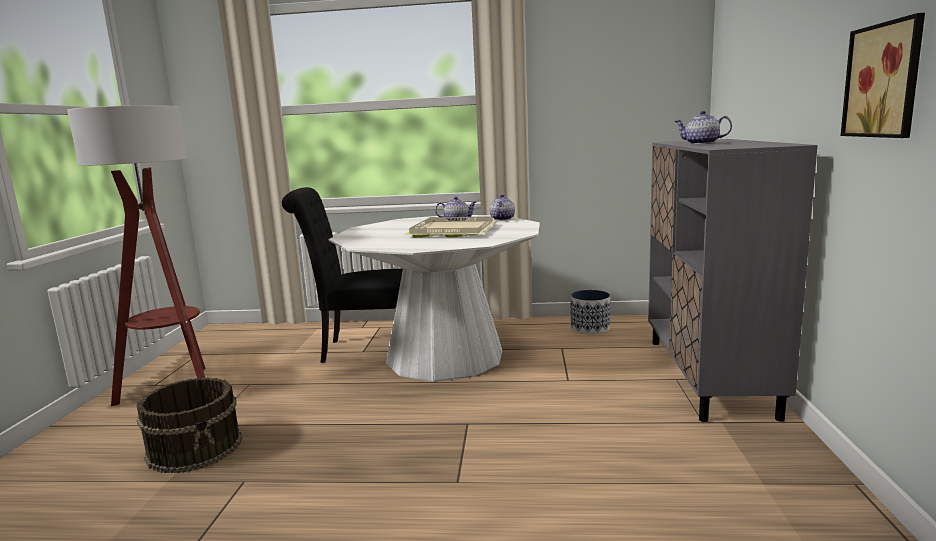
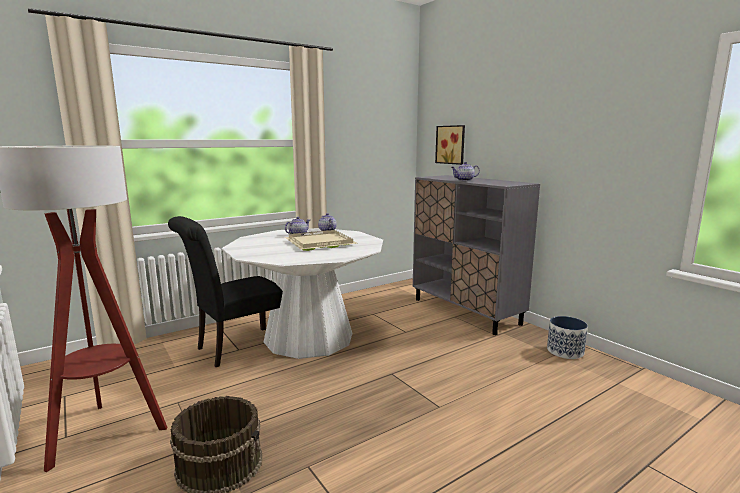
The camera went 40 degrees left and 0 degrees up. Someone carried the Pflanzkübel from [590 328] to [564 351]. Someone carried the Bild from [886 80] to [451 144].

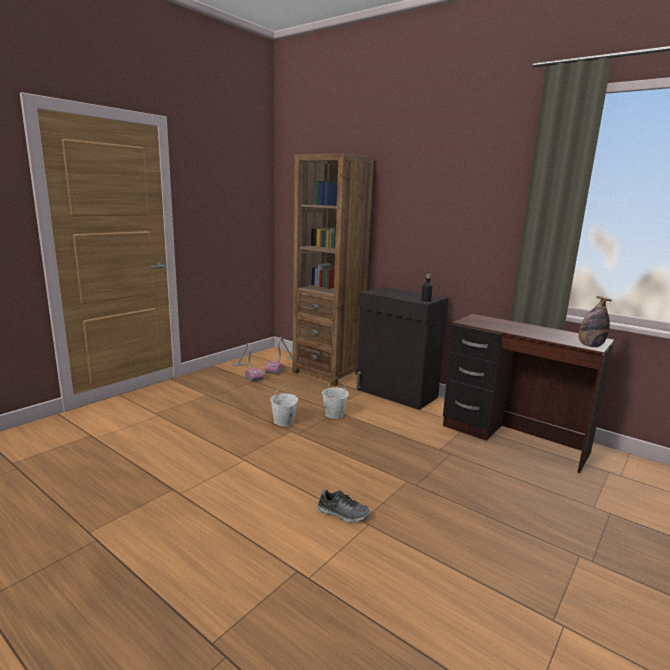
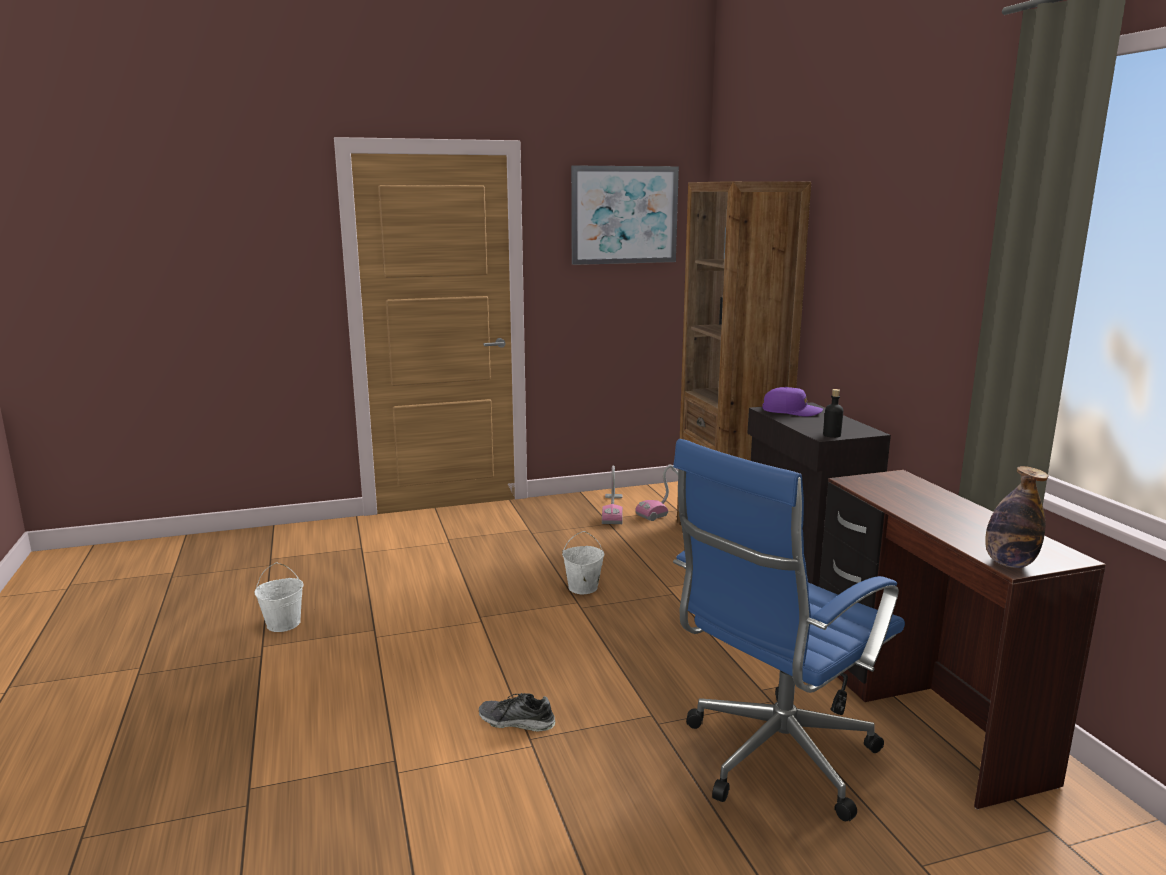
The camera went 35 degrees right and 0 degrees up. Someone put up the Bild at [624 215]. Someone put down the Bürostuhl (blau) at [774 760]. Someone put down the Kappe (lila) at [791 411]. Someone carried the Eimer (weiß) from [334 414] to [284 623]. Someone rotated the Schuh at [342 514] by 135 degrees clockwise.

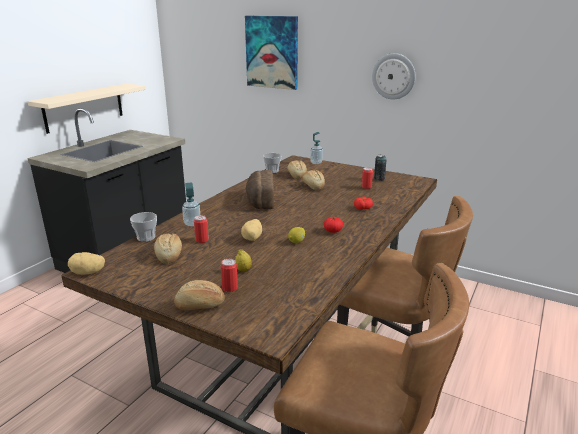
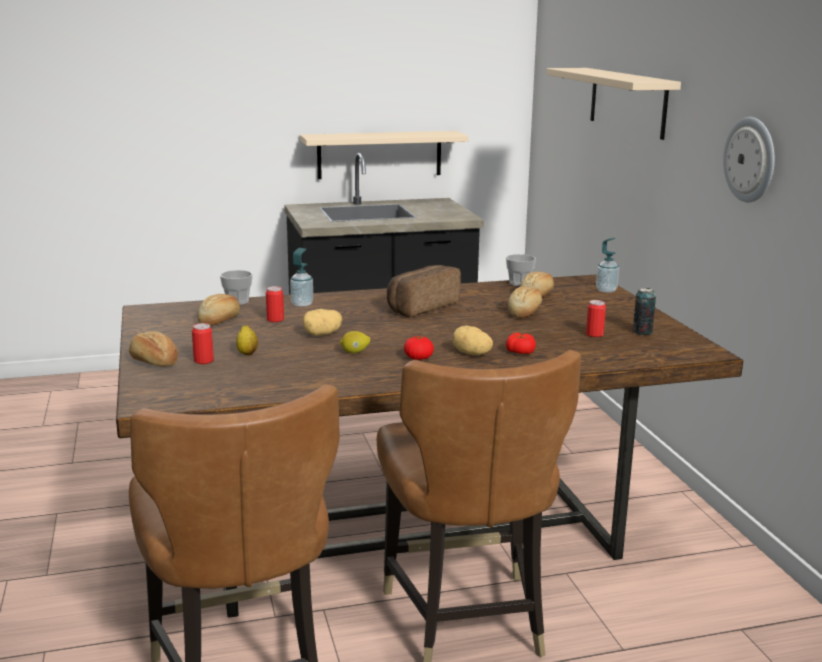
The camera went 45 degrees right and 5 degrees down. Someone carried the Kartoffel from [88 273] to [471 354]. Someone swapped the Bild at [272 52] for the Wandregal (beige) at [627 102].

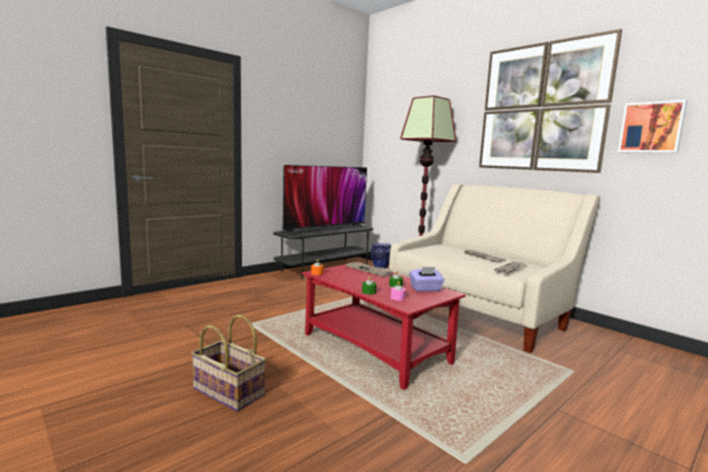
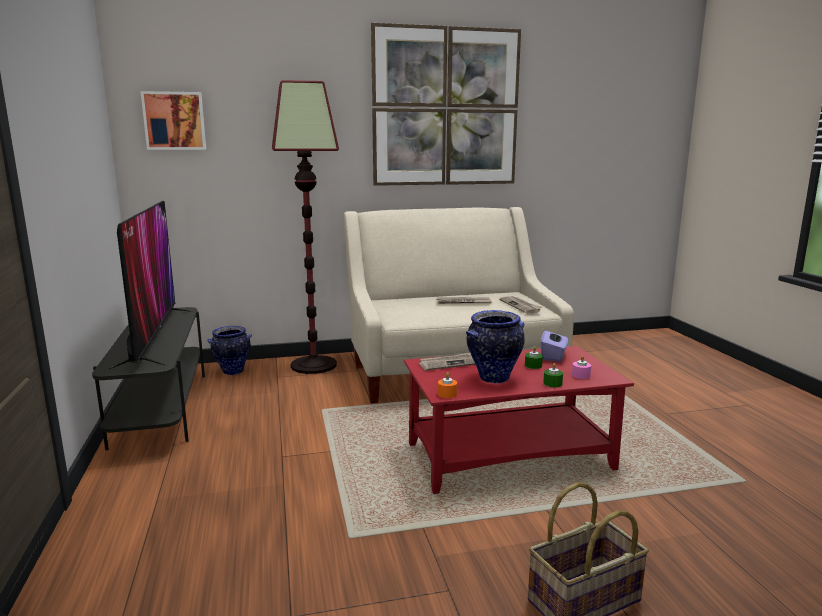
The camera went 60 degrees left and 5 degrees up. Someone put down the Vase at [493 379]. Someone carried the Bild from [651 127] to [174 121].

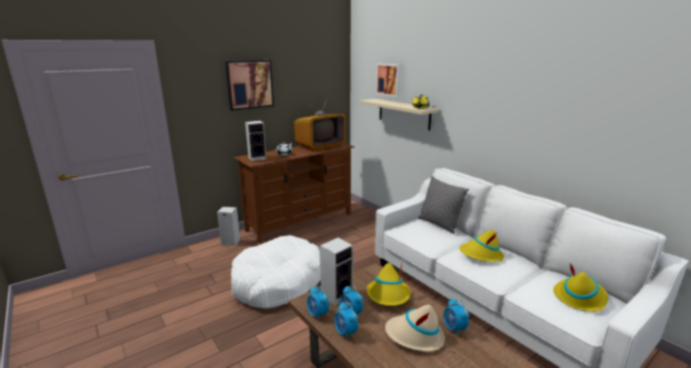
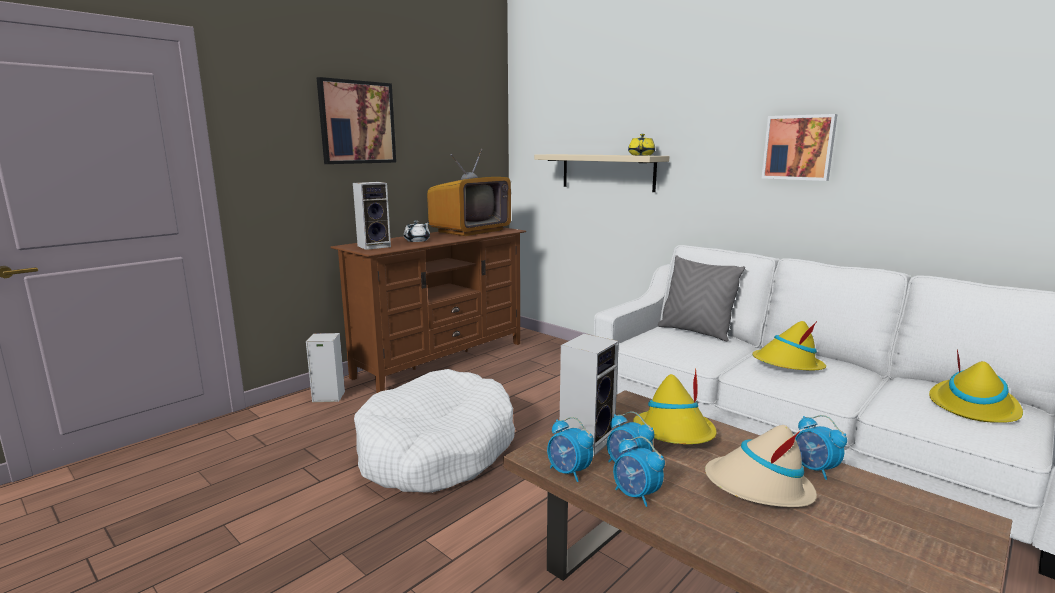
The camera went 10 degrees left and 5 degrees down. Someone carried the Bild from [389 79] to [799 147].

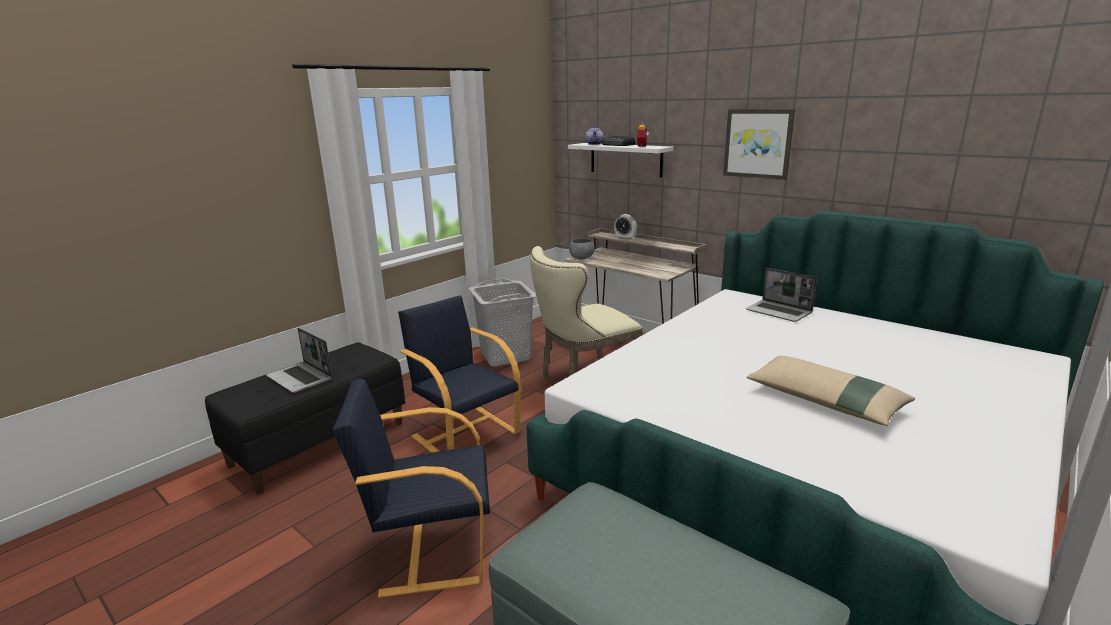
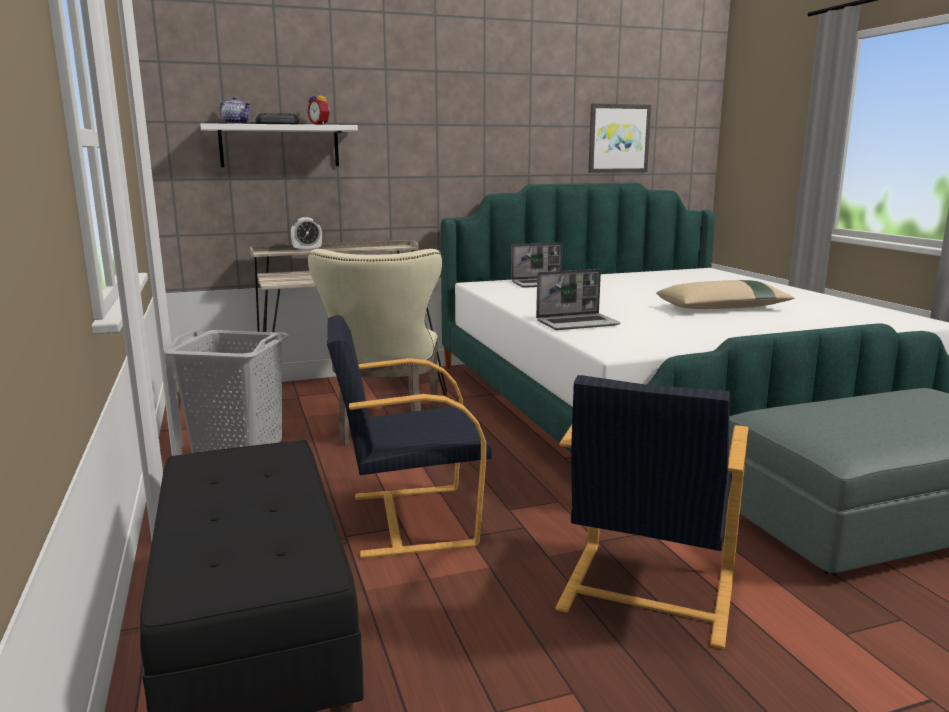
The camera went 60 degrees left and 5 degrees down. Someone took away the Schüssel (grau) at [581 258]. Someone carried the Laptop from [301 378] to [578 323]. Someone carried the Bild from [758 143] to [618 138].

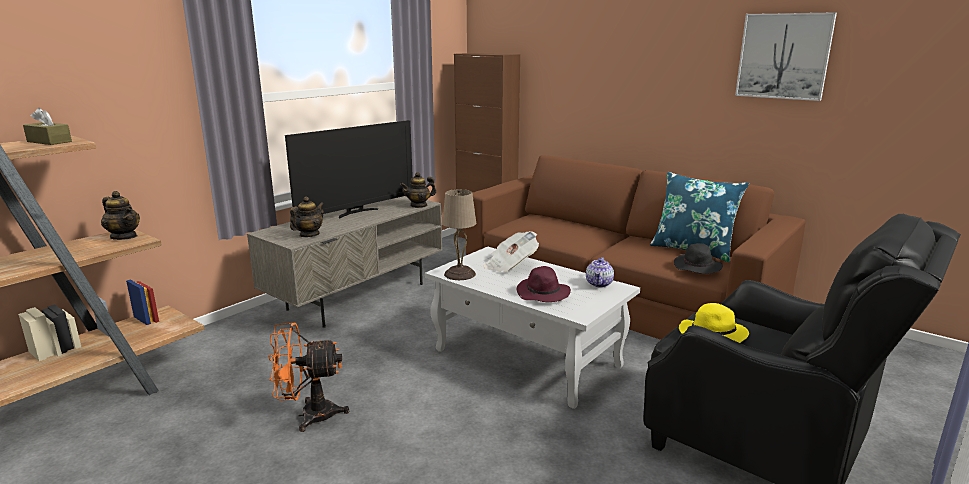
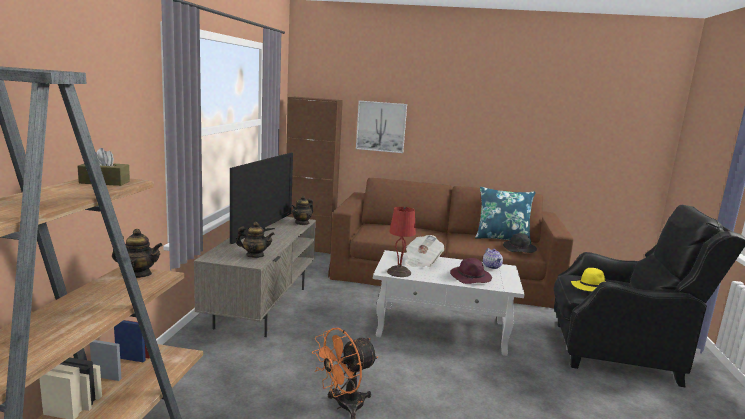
The camera went 30 degrees left and 5 degrees down. Someone carried the Bild from [783 56] to [381 126]. Someone repainted the Tischlampe (beige) at [460 274], which became the Tischlampe (rot) at [399 272]. Someone rotated the Teekanne at [309 235] by 90 degrees clockwise.

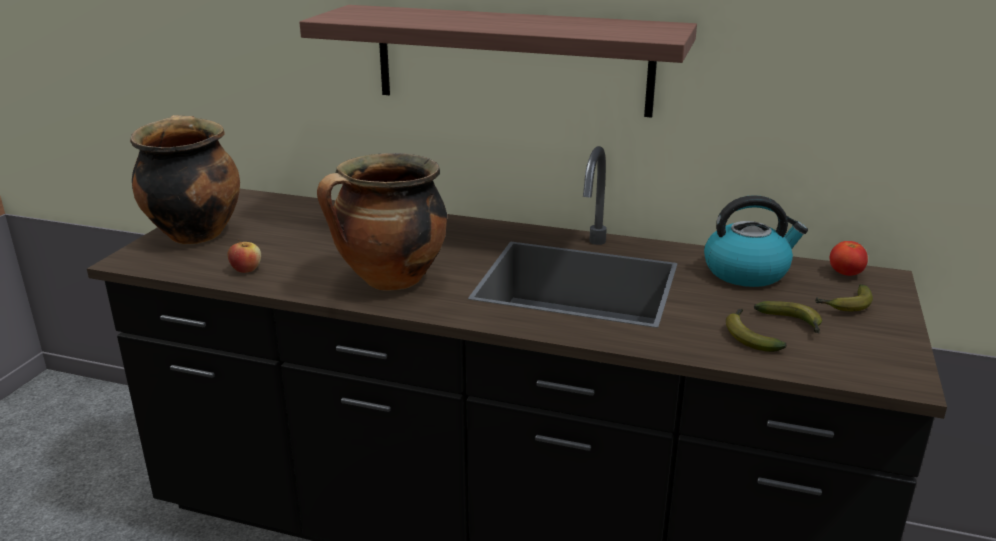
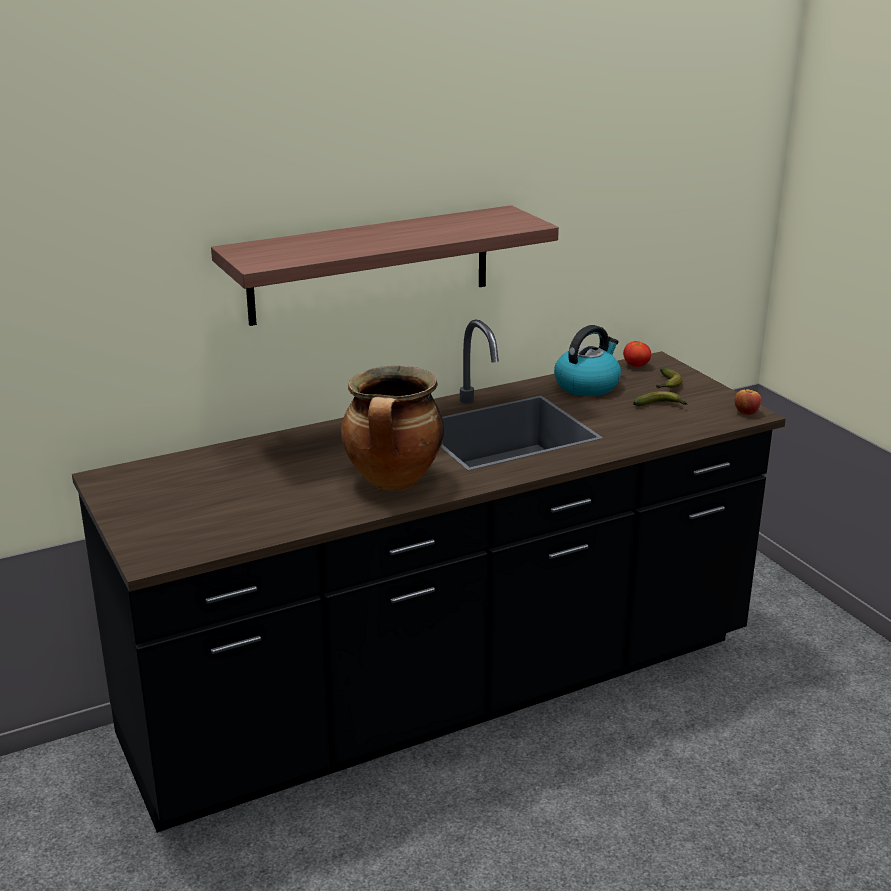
The camera went 45 degrees left and 0 degrees up. Someone took away the Kochtopf at [194 233]. Someone took away the Banane at [749 336]. Someone carried the Apfel from [246 269] to [746 412].

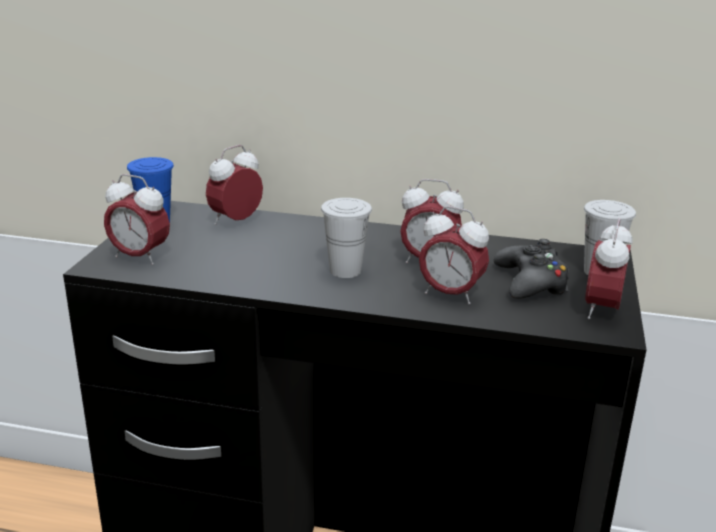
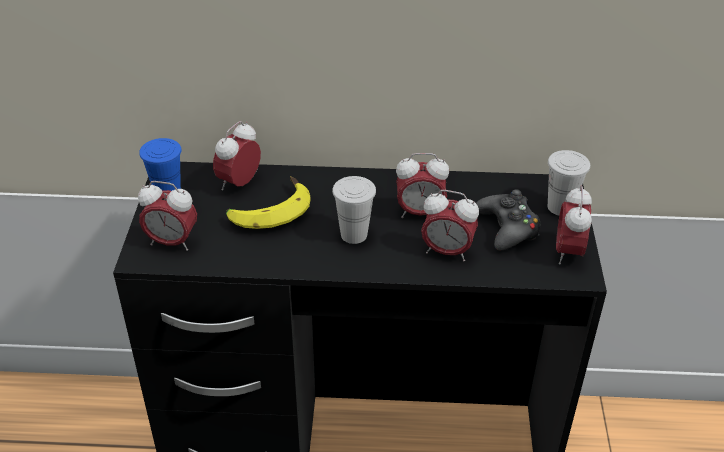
The camera went 10 degrees left and 15 degrees up. Someone put down the Banane at [268 210].

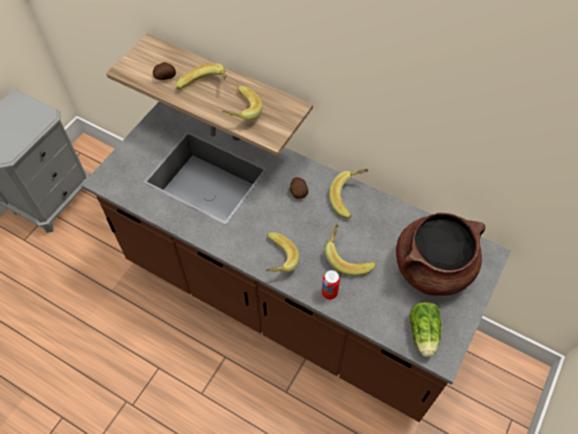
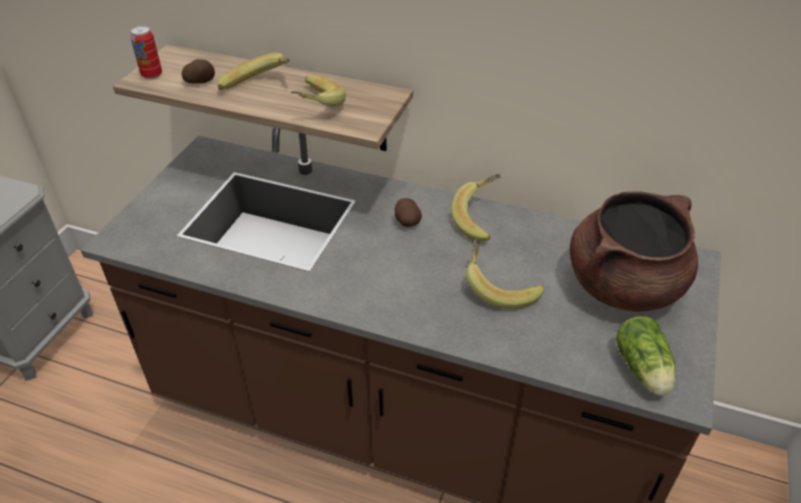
The camera went 10 degrees left and 15 degrees down. Someone took away the Banane at [276 260]. Someone carried the Dose from [329 293] to [152 75].

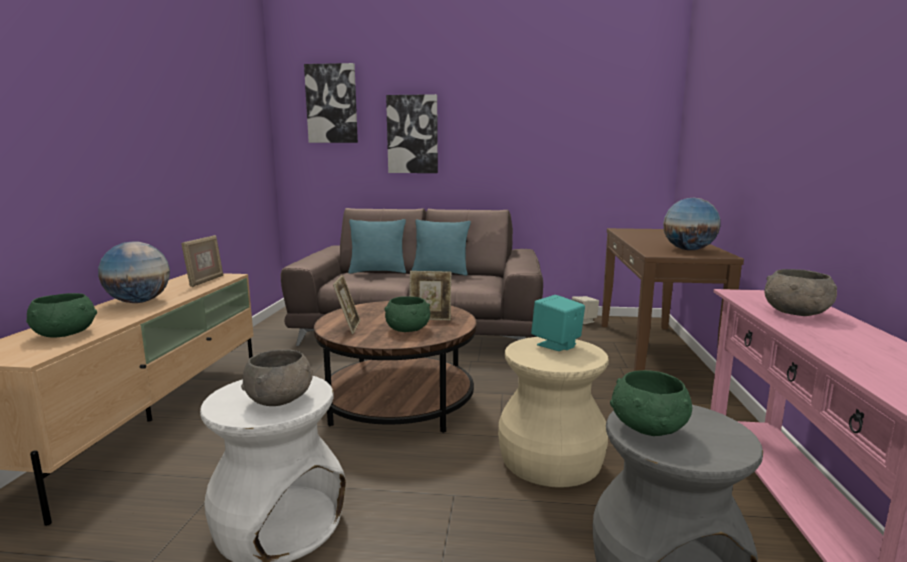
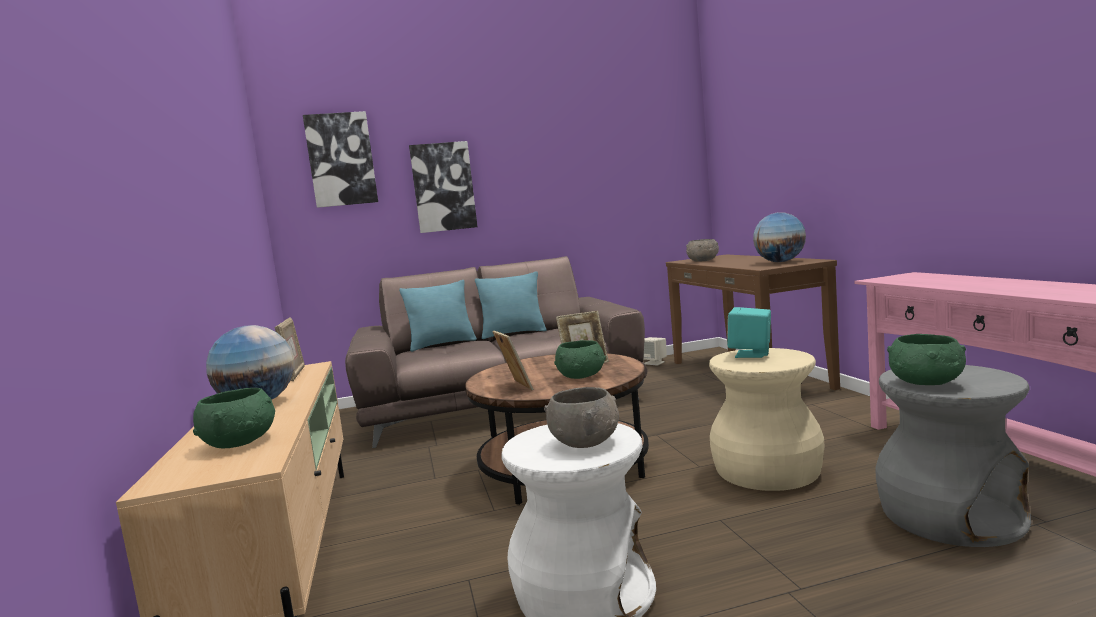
The camera went 20 degrees left and 5 degrees down. Someone carried the Schüssel (grau) from [796 313] to [703 261].

